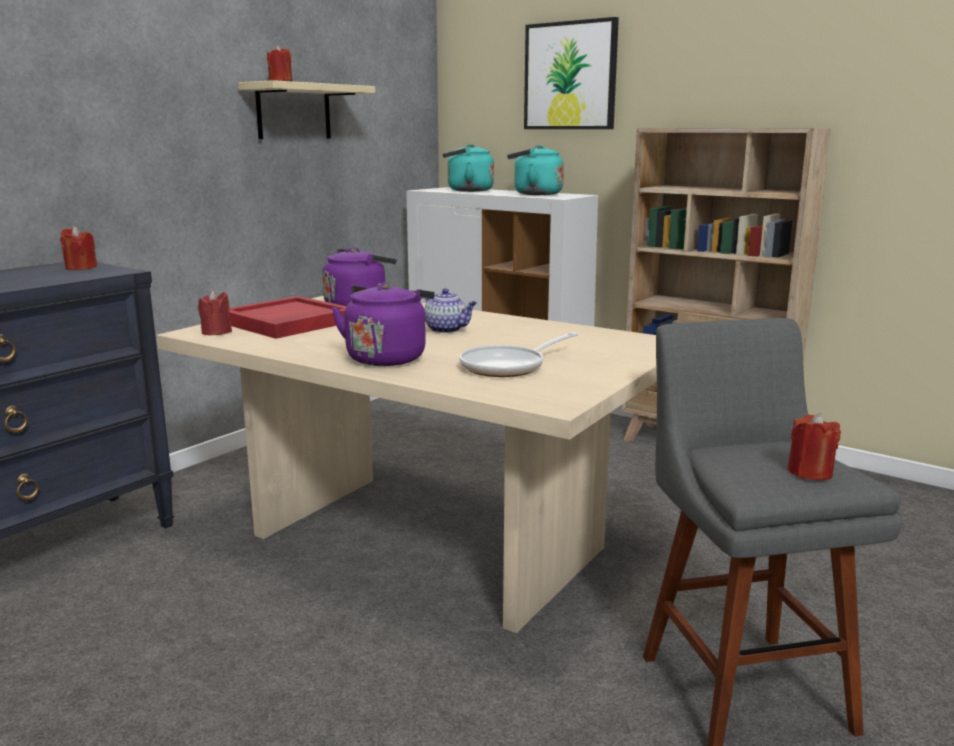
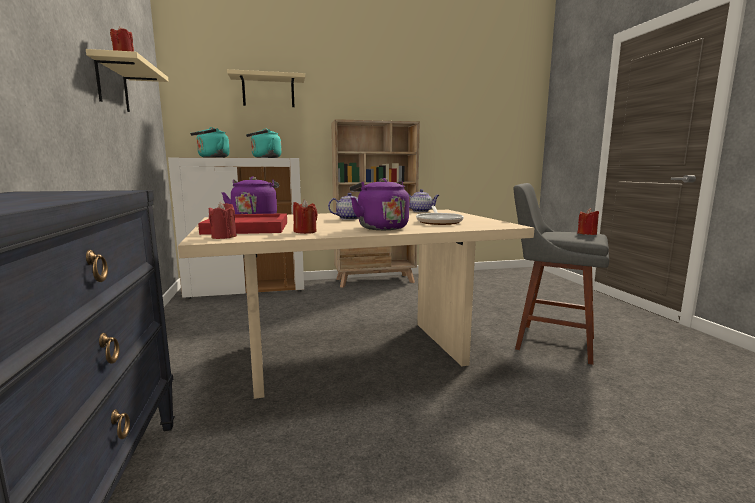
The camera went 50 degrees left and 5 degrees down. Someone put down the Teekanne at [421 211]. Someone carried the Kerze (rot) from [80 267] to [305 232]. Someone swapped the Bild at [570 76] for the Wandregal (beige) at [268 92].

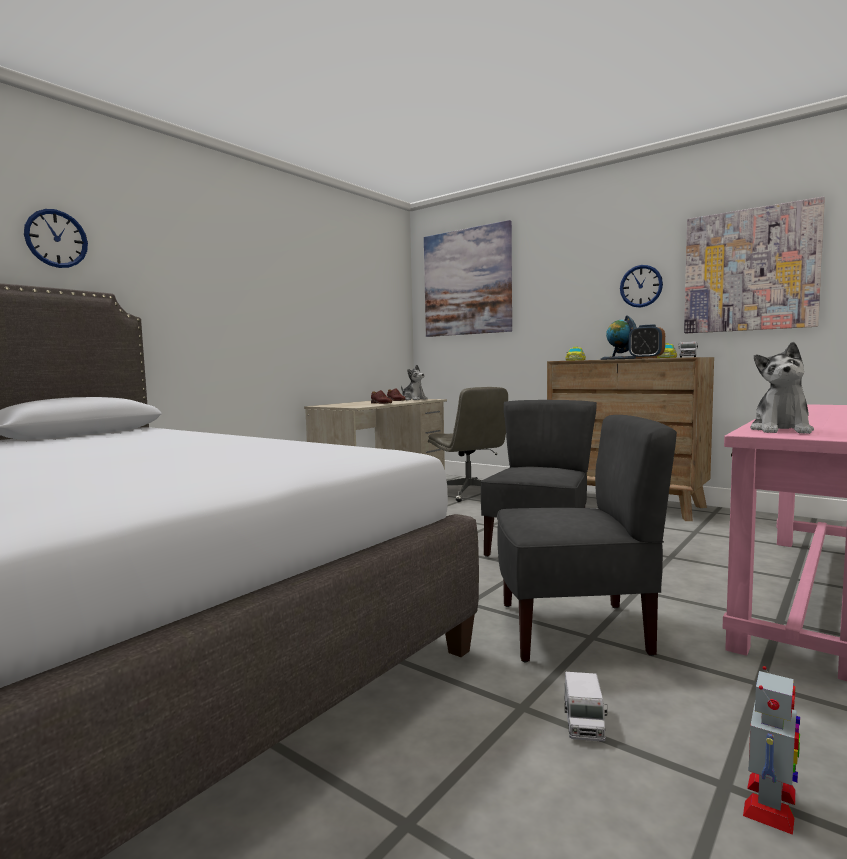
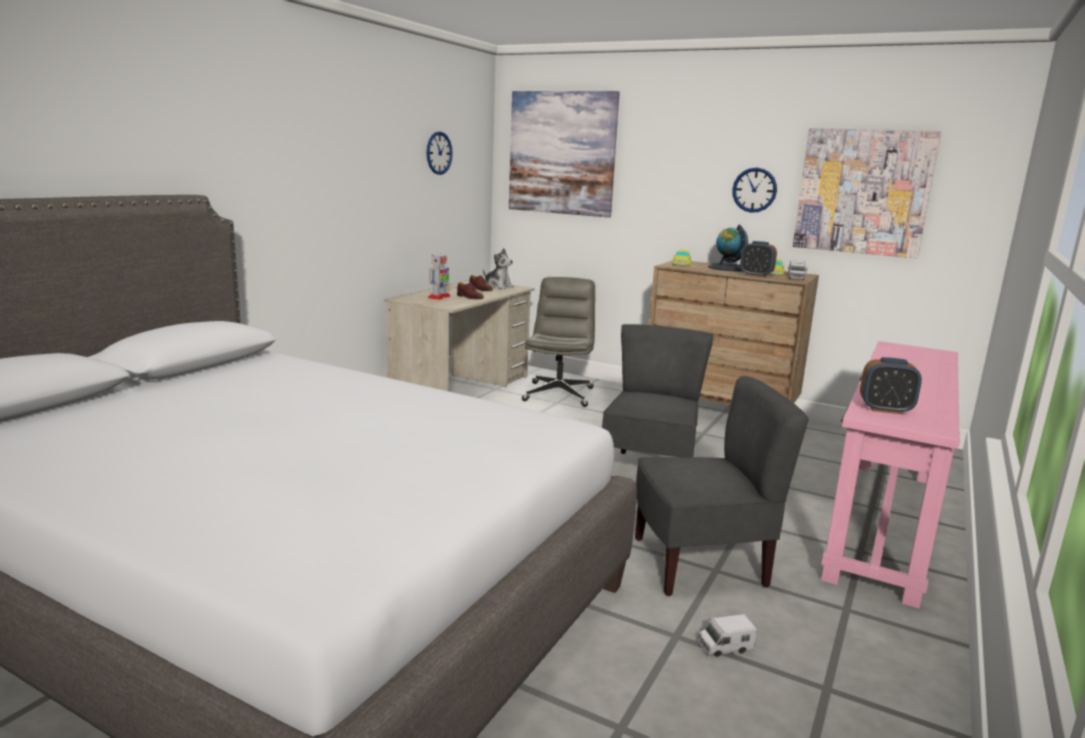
The camera went 10 degrees left and 10 degrees up. Someone carried the Wanduhr from [56 238] to [439 153]. Someone carried the Spielzeugroboter from [770 804] to [439 297]. Someone swapped the Plüschtier at [782 430] for the Wecker at [885 409]. Someone rotated the Bürostuhl (grau) at [469 493] by 135 degrees counterclockwise. Someone rotated the Spielzeuglaster at [583 722] by 75 degrees clockwise.

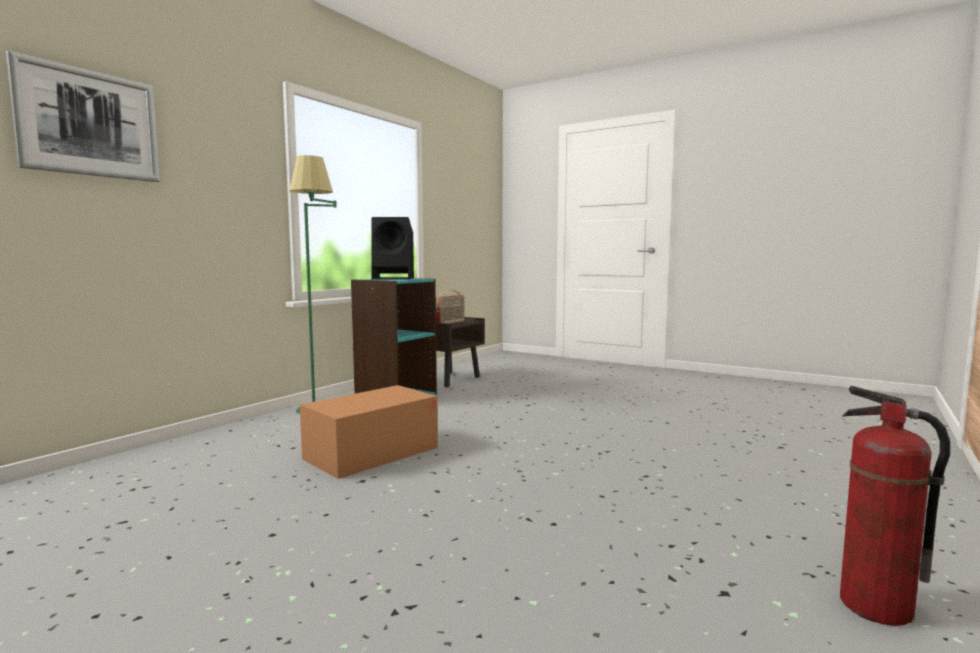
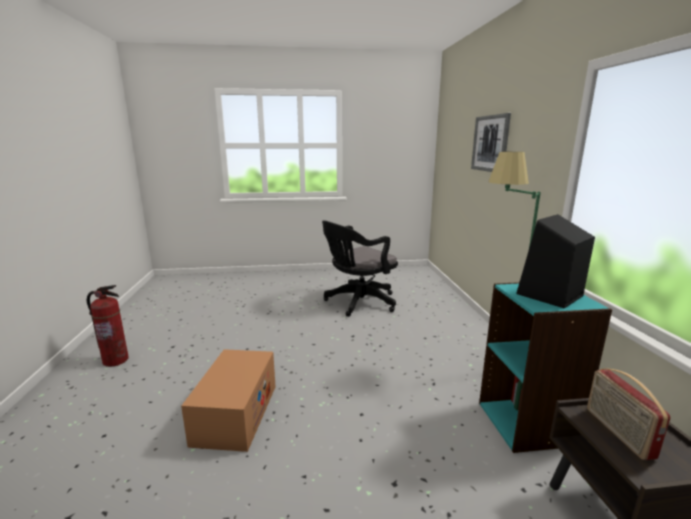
The camera went 140 degrees right and 10 degrees up. Someone put down the Bürostuhl (schwarz) at [358 303]. Someone carried the Karton from [372 453] to [236 413].

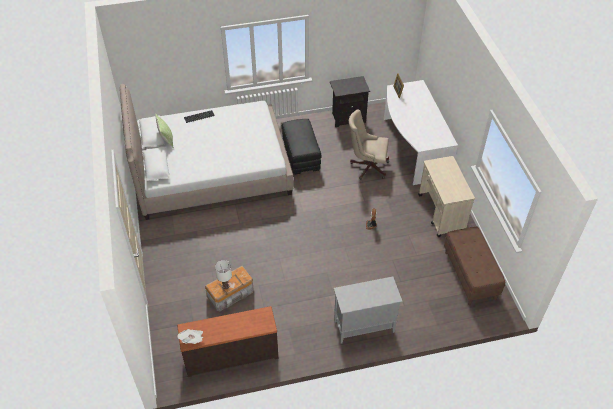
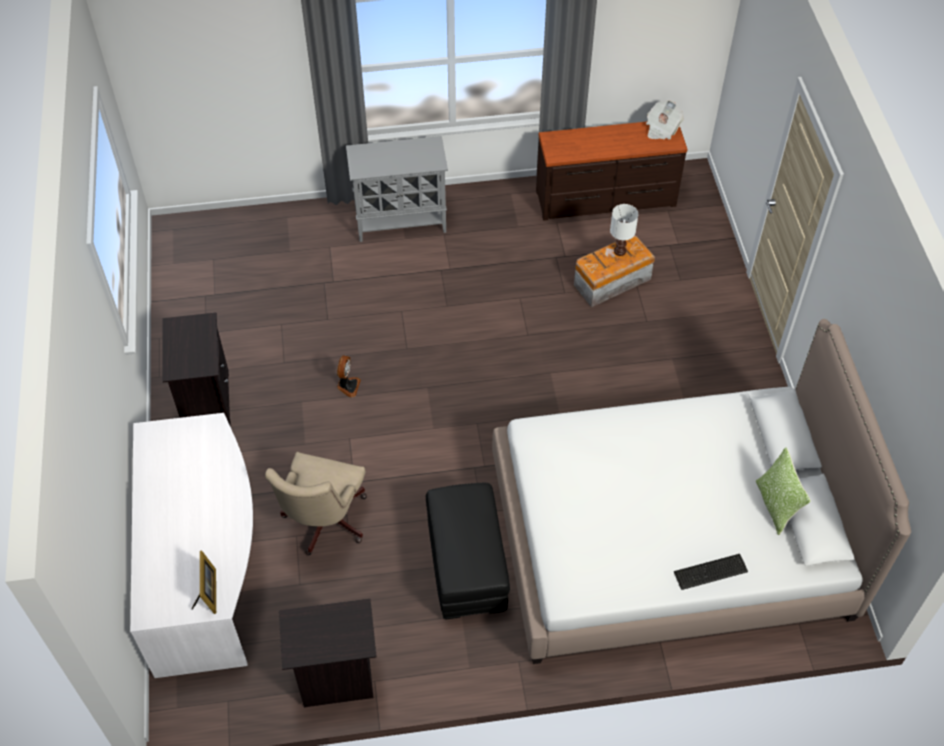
The camera went 175 degrees left and 5 degrees up. Someone took away the Bank (braun) at [470 275]. Someone swapped the Rollwagen (beige) at [441 213] for the Nachttisch (schwarz) at [205 400]. Someone rotated the Bürostuhl (beige) at [367 166] by 90 degrees clockwise.

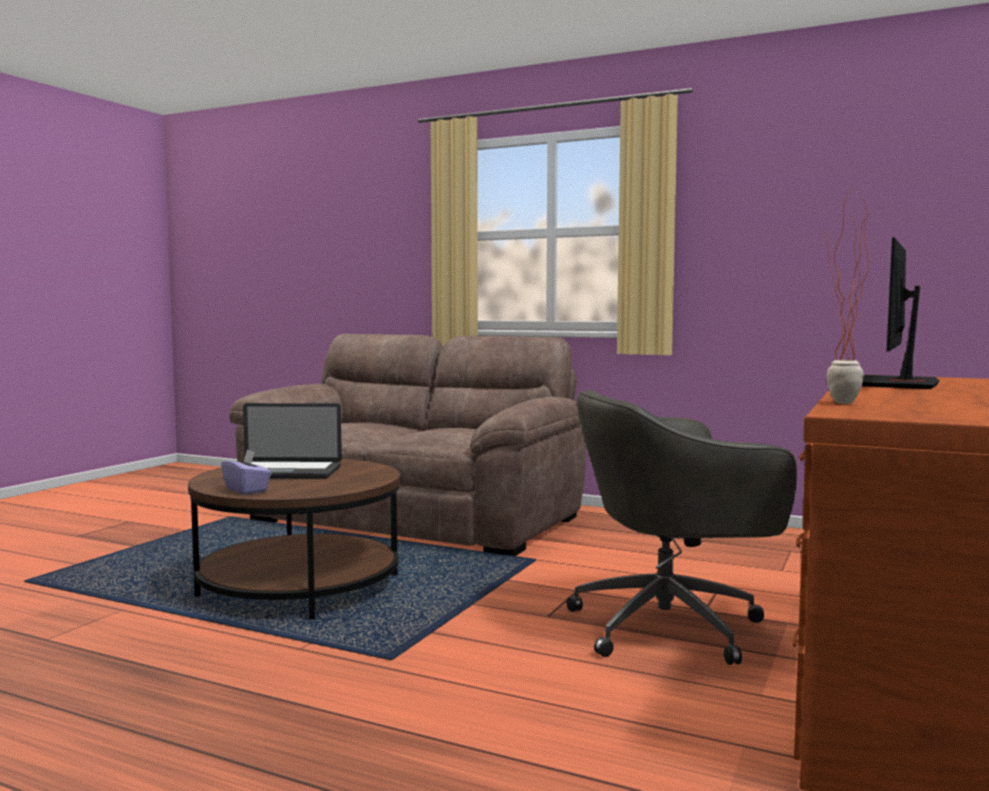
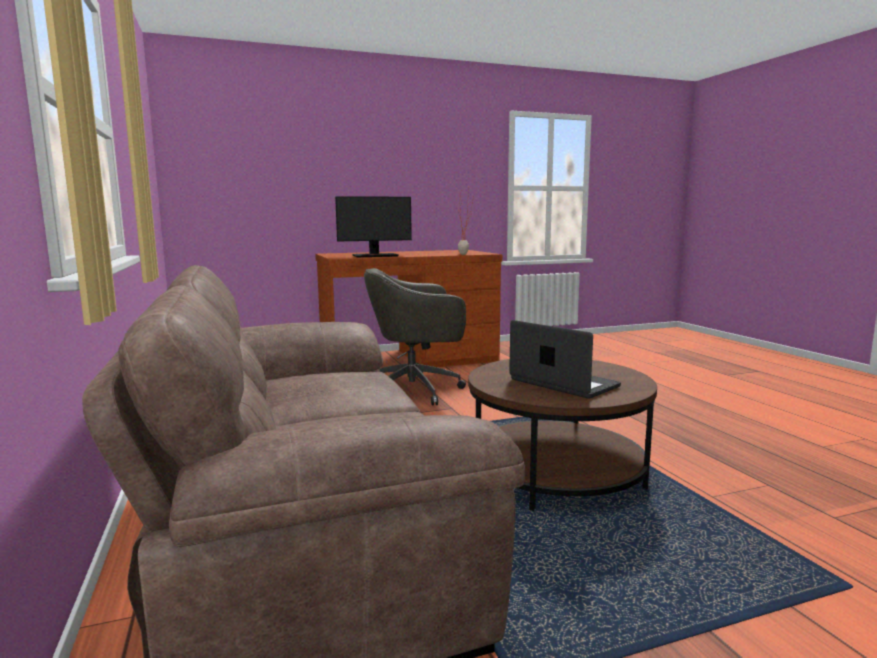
The camera went 135 degrees left and 5 degrees up. Someone took away the Taschentuchbox (lila) at [247 490]. Someone rotated the Bürostuhl (grau) at [671 626] by 135 degrees clockwise.

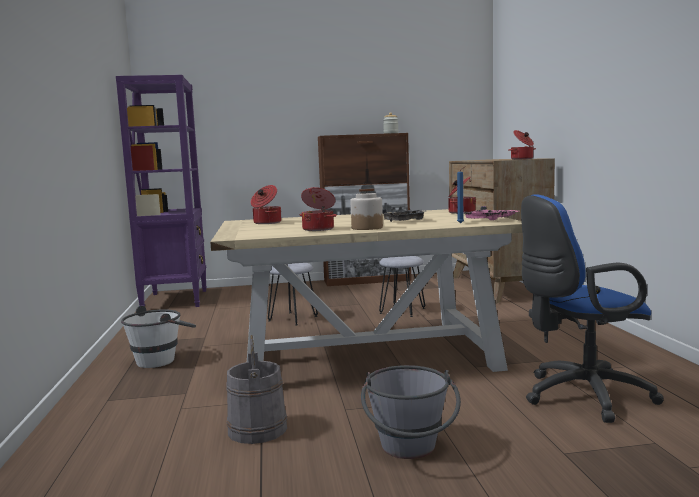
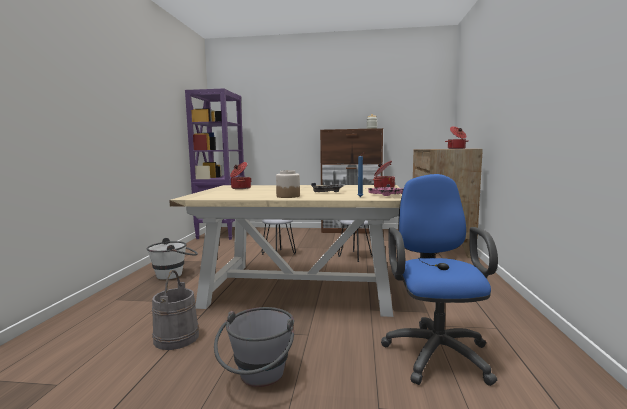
The camera went 15 degrees right and 0 degrees up. Someone took away the Kochtopf at [319 229]. Someone rotated the Bürostuhl (blau) at [580 396] by 90 degrees clockwise.

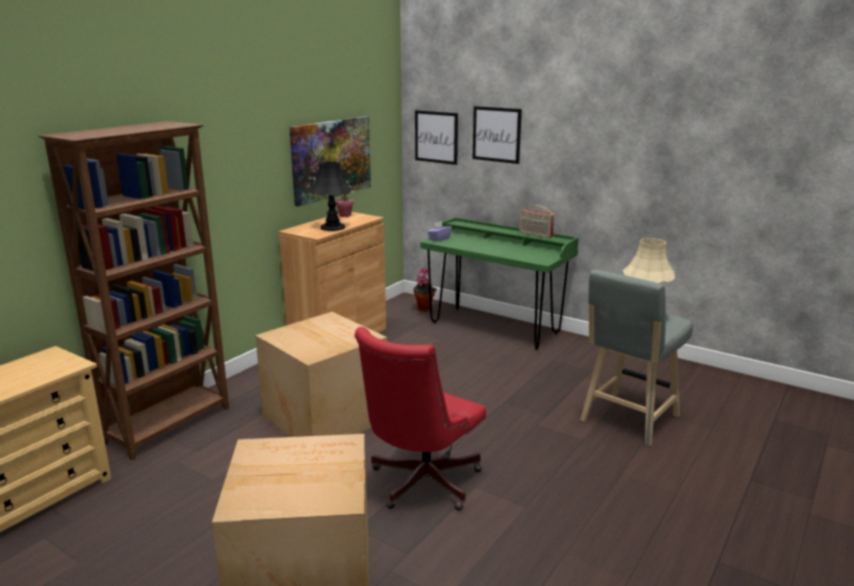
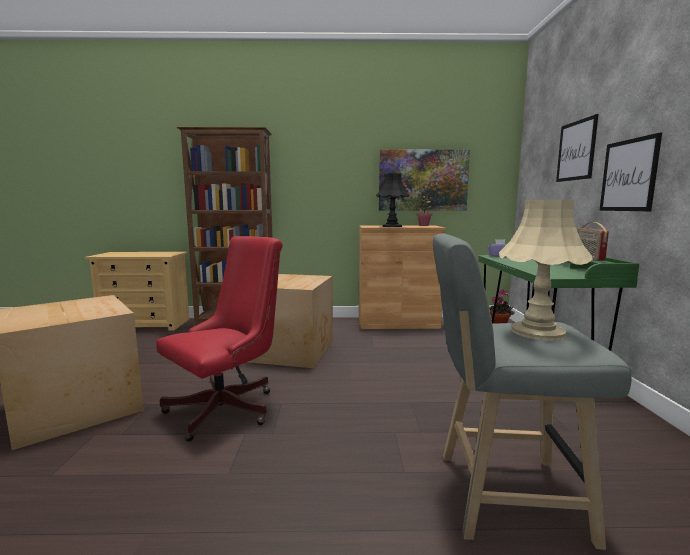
The camera went 55 degrees right and 10 degrees down. Someone carried the Bild from [436 137] to [628 175]. Someone rotated the Bürostuhl (rot) at [420 484] by 135 degrees clockwise.

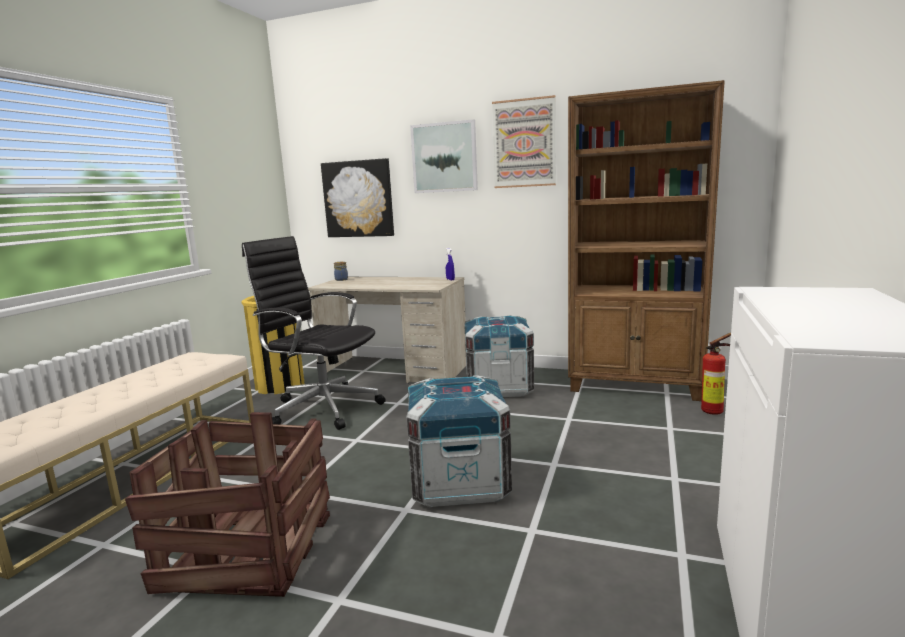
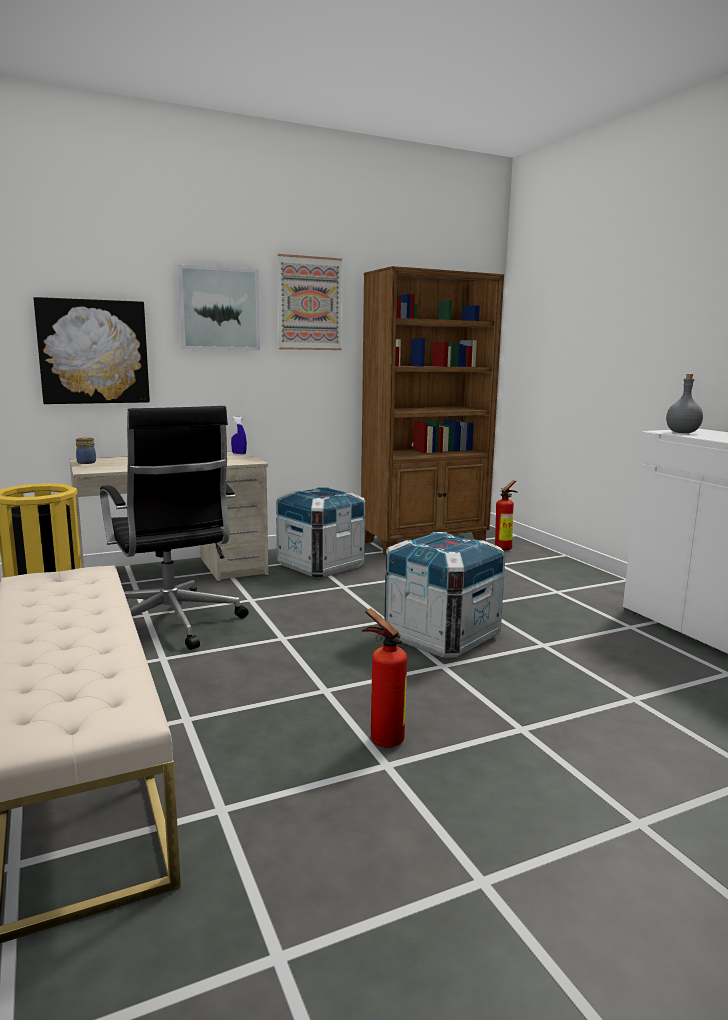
The camera went 45 degrees left and 0 degrees up. Someone put down the Flasche (grau) at [682 433]. Someone swapped the Kiste at [249 548] for the Feuerlöscher at [383 738]. Someone rotated the Bürostuhl (schwarz) at [322 408] by 105 degrees counterclockwise.

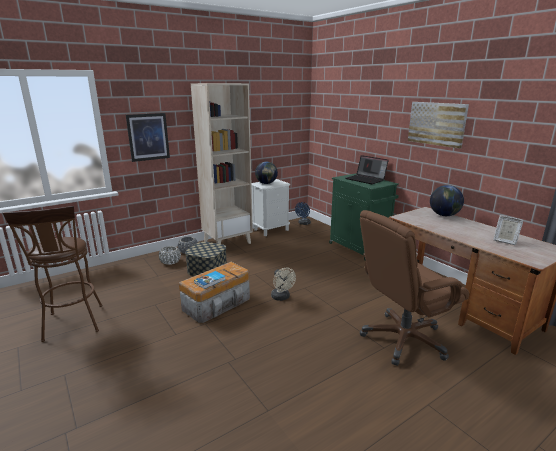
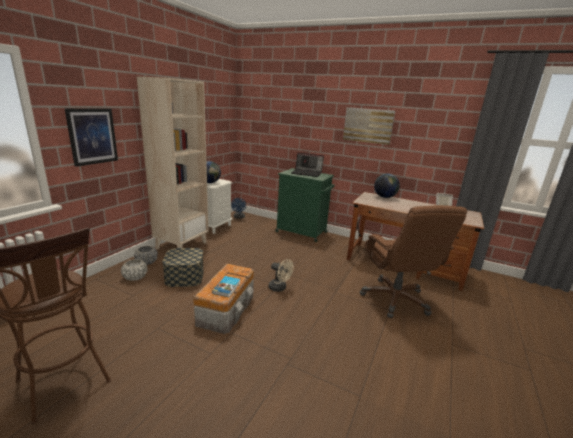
The camera went 30 degrees left and 0 degrees up. Someone rotated the Bürostuhl (braun) at [403 339] by 45 degrees counterclockwise.

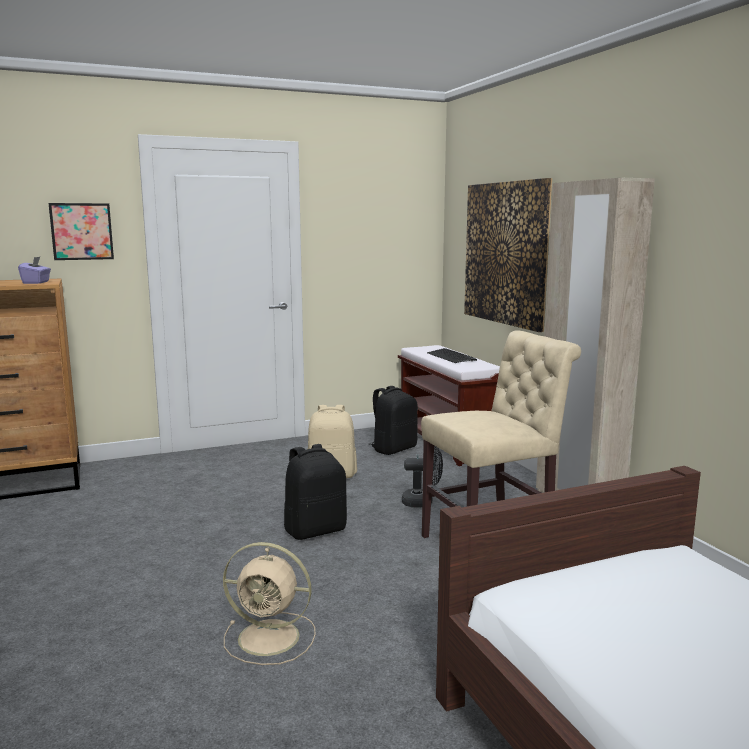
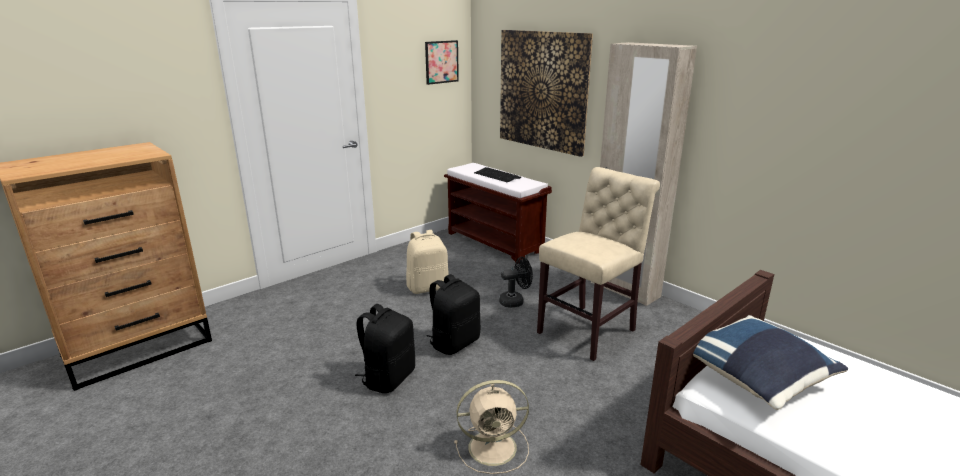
The camera went 20 degrees left and 10 degrees up. Someone took away the Taschentuchbox (lila) at [36 282]. Someone put down the Kissen (blau) at [755 378]. Someone carried the Bild from [81 231] to [441 62]. Someone carried the Rucksack (schwarz) from [393 449] to [388 378].

